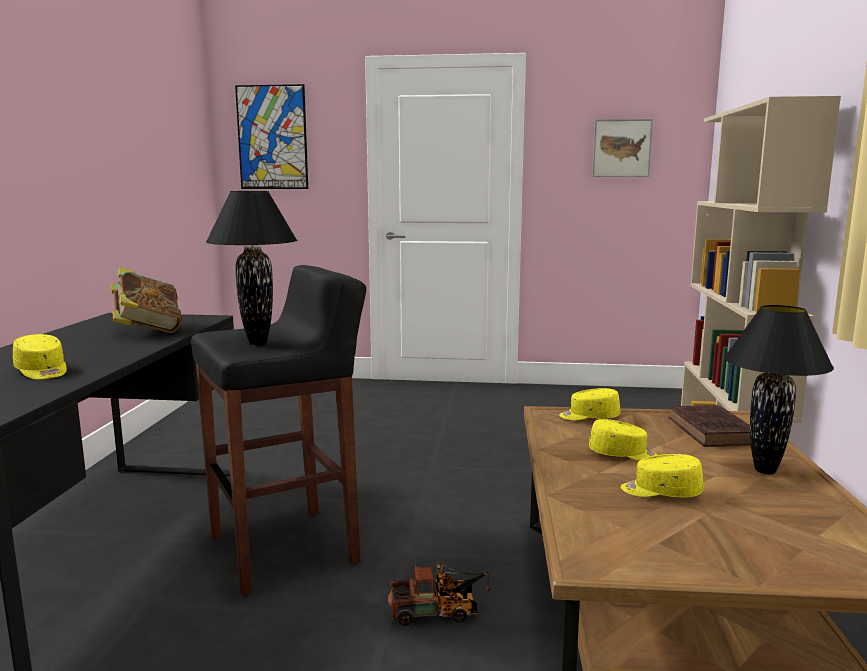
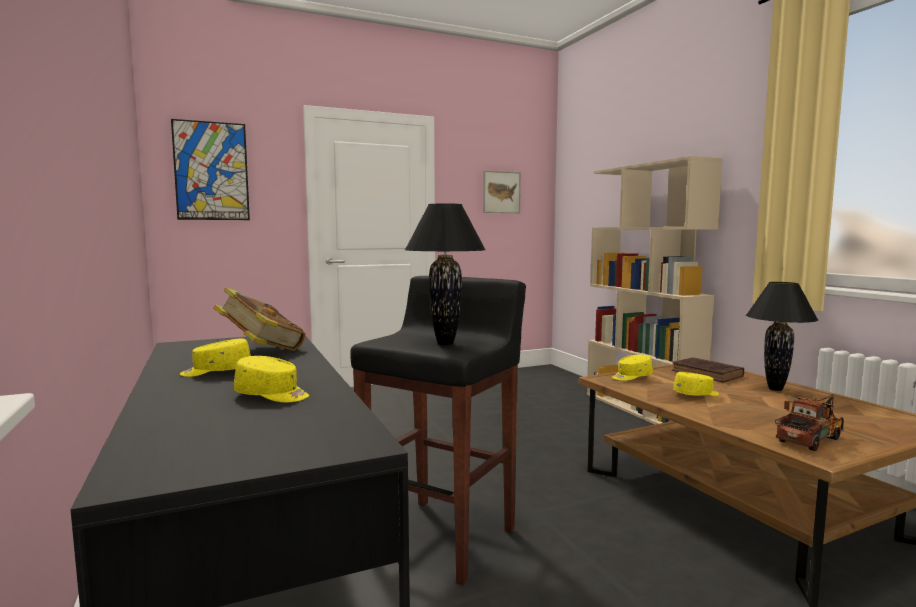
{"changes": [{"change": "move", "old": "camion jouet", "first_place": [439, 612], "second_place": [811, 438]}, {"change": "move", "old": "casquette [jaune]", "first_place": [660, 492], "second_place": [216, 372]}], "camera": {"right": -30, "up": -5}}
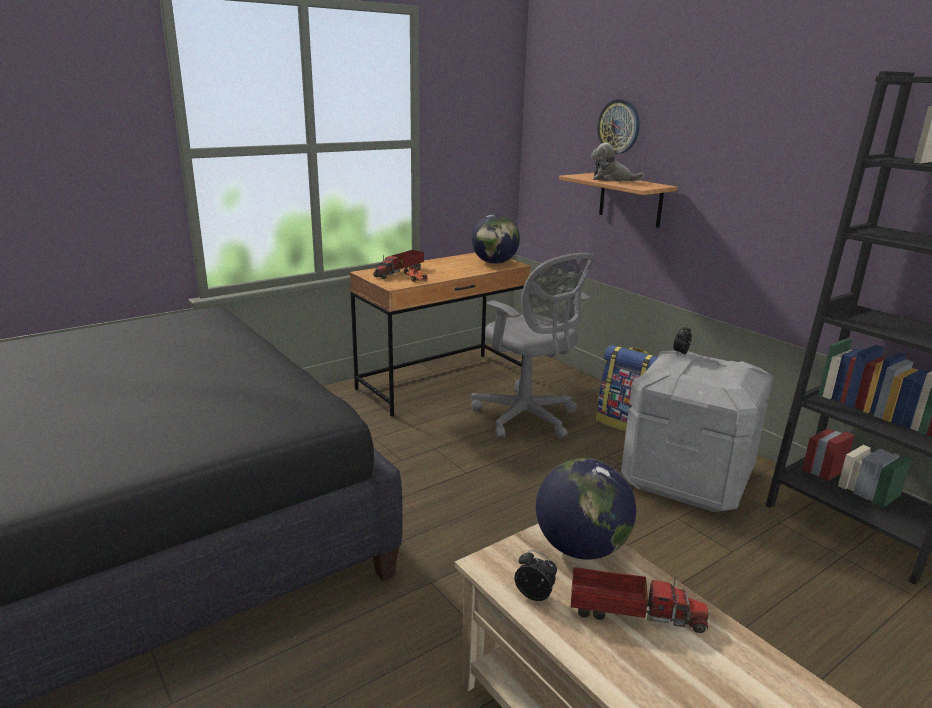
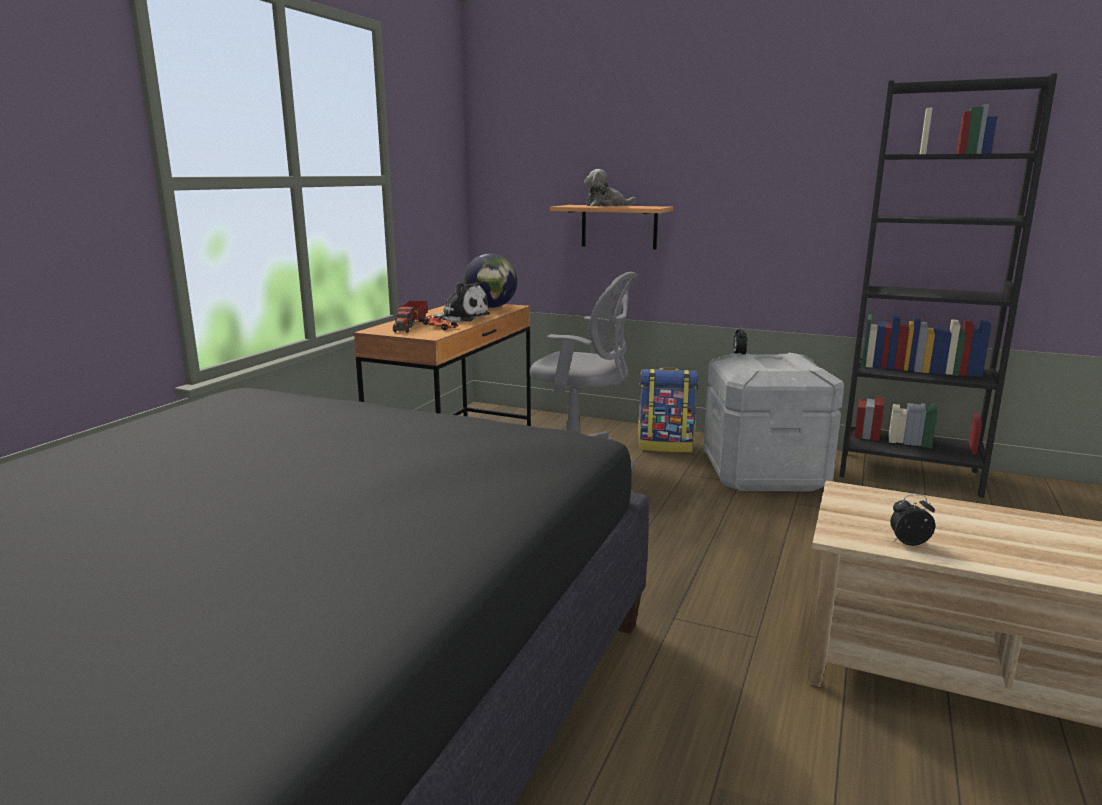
{"changes": [{"change": "delete", "old": "globe", "first_place": [581, 548]}, {"change": "delete", "old": "camion jouet", "first_place": [632, 613]}, {"change": "delete", "old": "horloge murale", "first_place": [619, 126]}, {"change": "insert", "new": "peluche", "second_place": [461, 317]}], "camera": {"right": -30, "up": -5}}
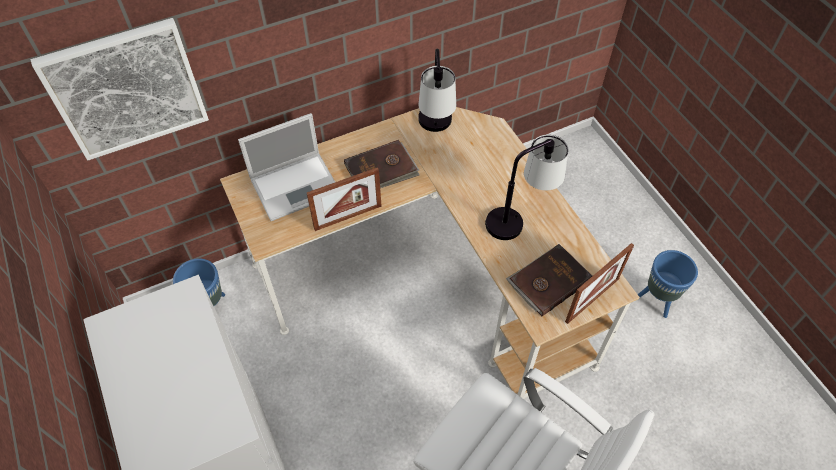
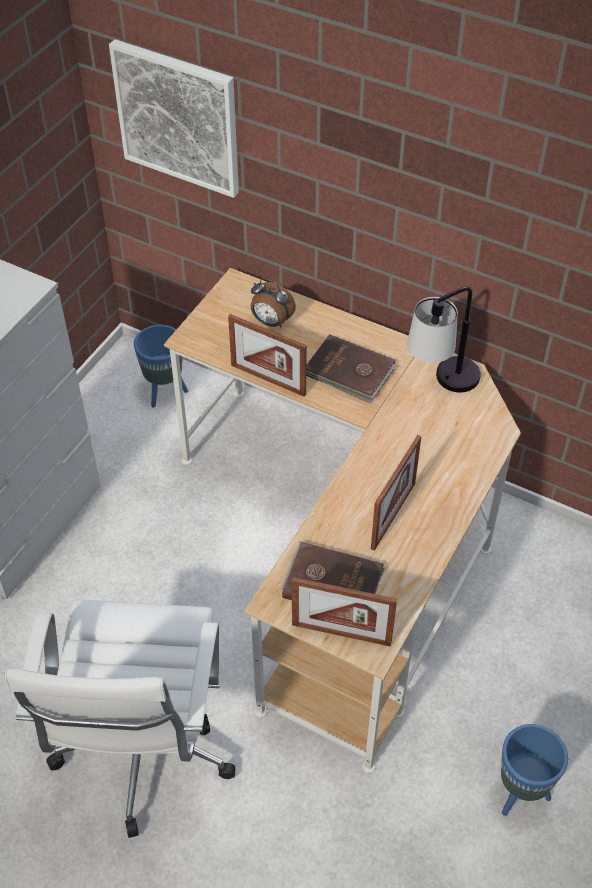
{"changes": [{"change": "replace", "old": "ordinateur portable", "new": "réveil", "first_place": [296, 185], "second_place": [271, 322]}, {"change": "replace", "old": "lampe de table", "new": "cadre photo", "first_place": [519, 218], "second_place": [393, 515]}], "camera": {"right": 55, "up": -5}}
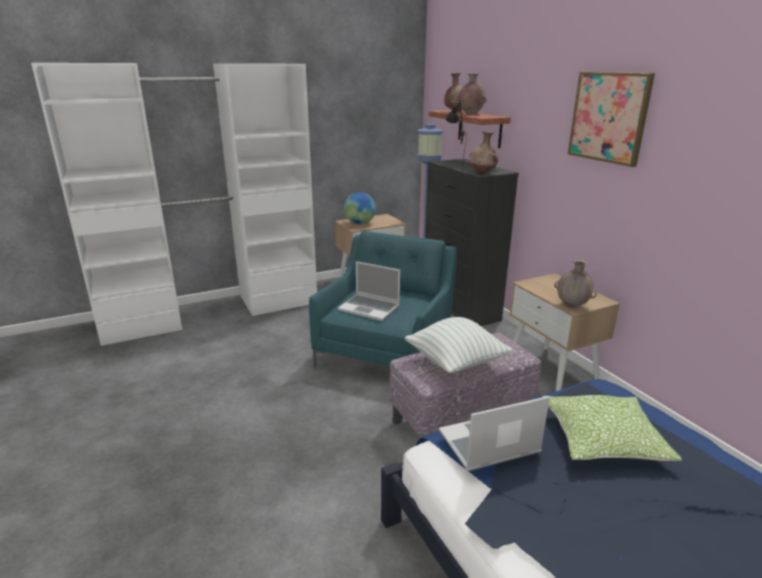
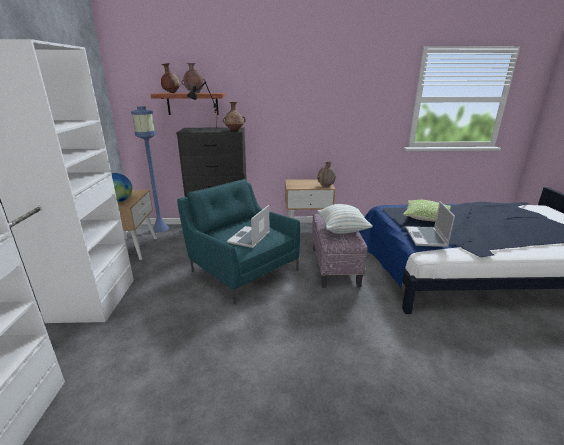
{"changes": [{"change": "rotate", "old": "ordinateur portable", "first_place": [370, 308], "second_place": [249, 238], "degrees": 150}, {"change": "delete", "old": "tableau", "first_place": [609, 117]}], "camera": {"right": -65, "up": 0}}
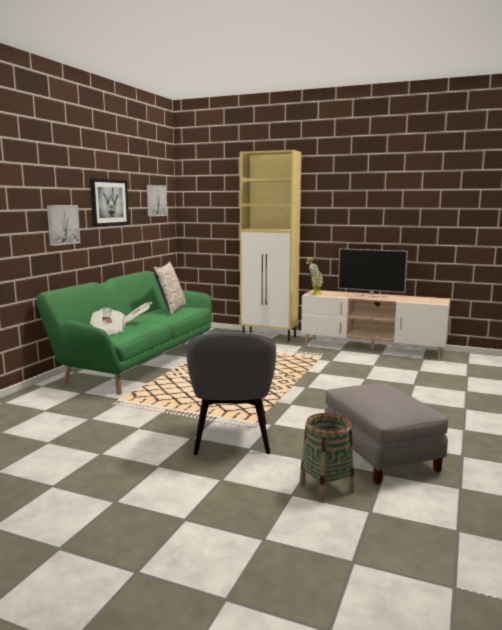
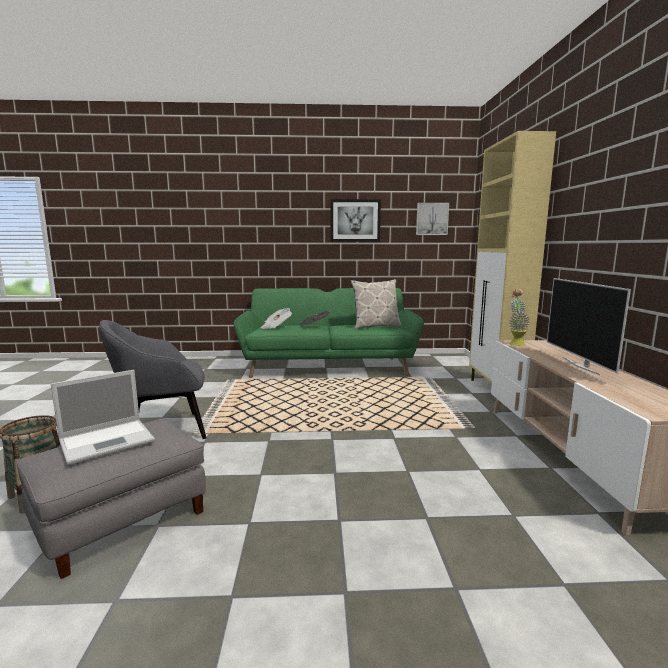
{"changes": [{"change": "delete", "old": "tableau", "first_place": [62, 224]}, {"change": "insert", "new": "ordinateur portable", "second_place": [109, 440]}], "camera": {"right": 65, "up": 0}}
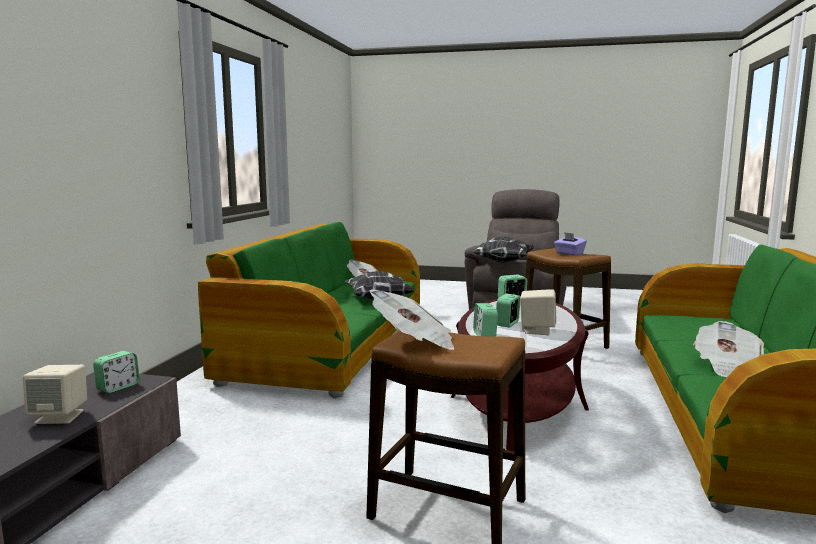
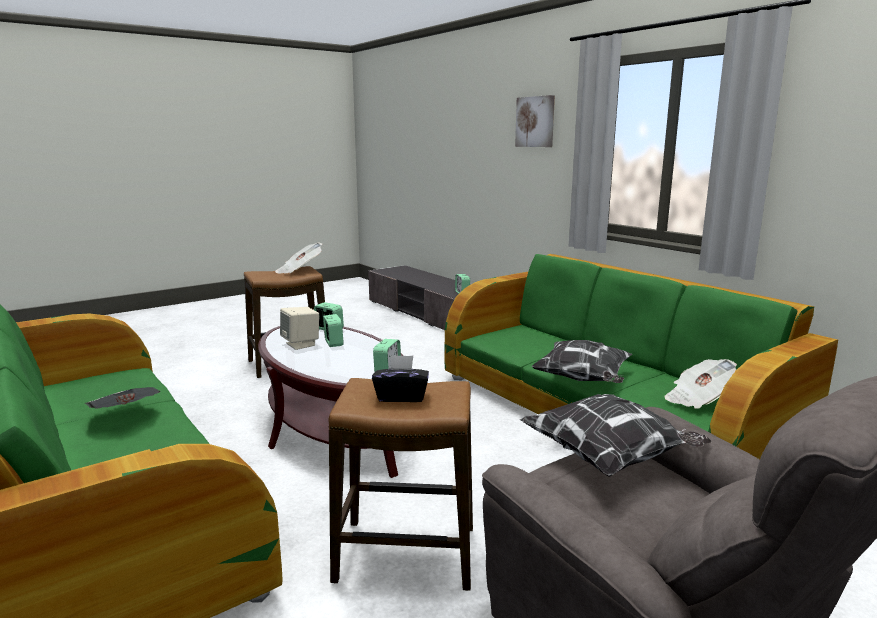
{"changes": [{"change": "delete", "old": "enceinte [beige]", "first_place": [60, 417]}, {"change": "recolor", "old": "boîte à mouchoirs [violet]", "new": "boîte à mouchoirs [noir]", "first_place": [569, 254], "second_place": [401, 396]}, {"change": "insert", "new": "tableau", "second_place": [535, 122]}], "camera": {"right": 130, "up": 5}}
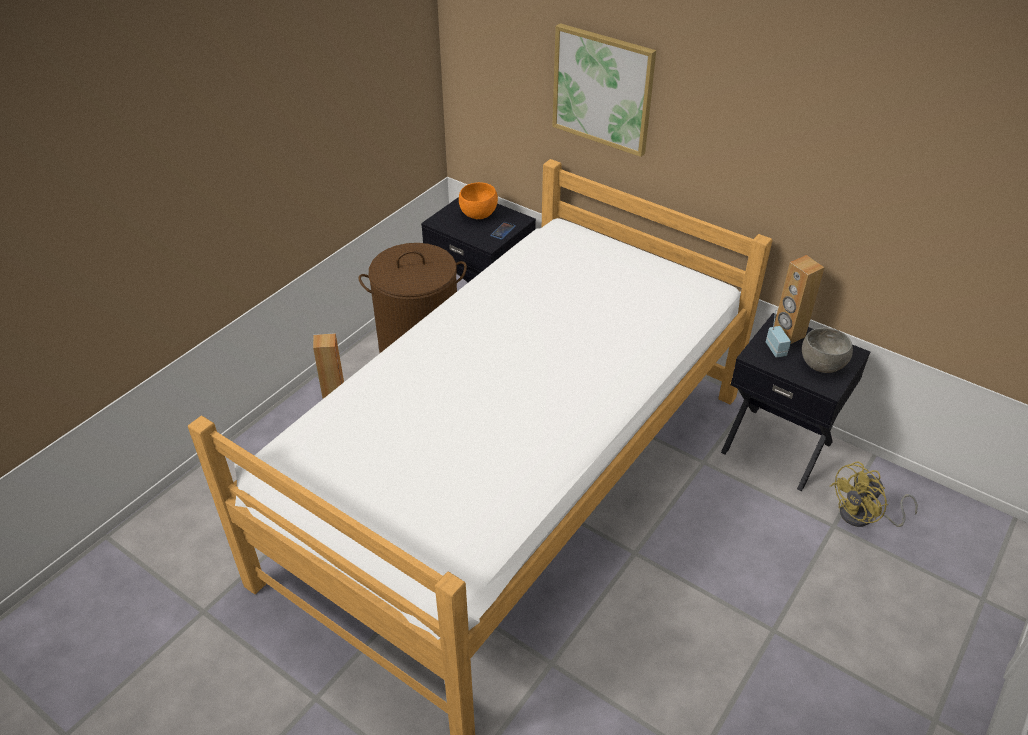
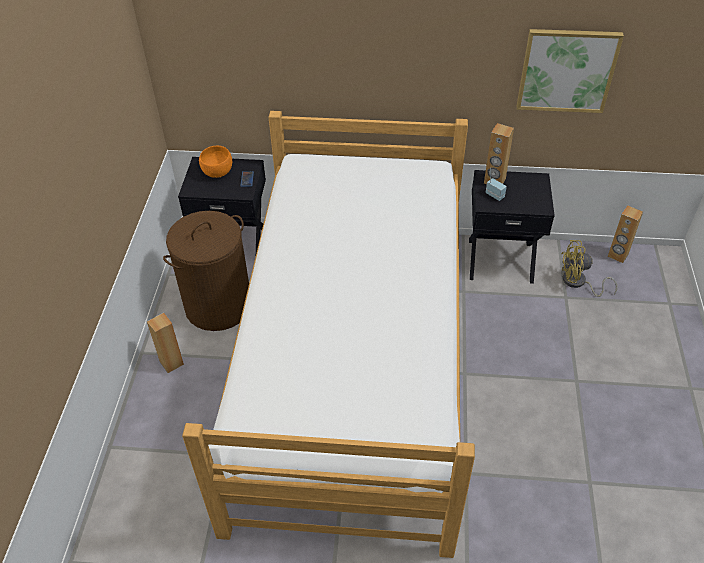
{"changes": [{"change": "move", "old": "tableau", "first_place": [603, 89], "second_place": [567, 70]}, {"change": "delete", "old": "bol [gris]", "first_place": [822, 365]}, {"change": "rotate", "old": "ventilateur [jaune]", "first_place": [864, 516], "second_place": [578, 283], "degrees": 60}, {"change": "insert", "new": "enceinte [marron]", "second_place": [617, 255]}], "camera": {"right": -30, "up": 5}}
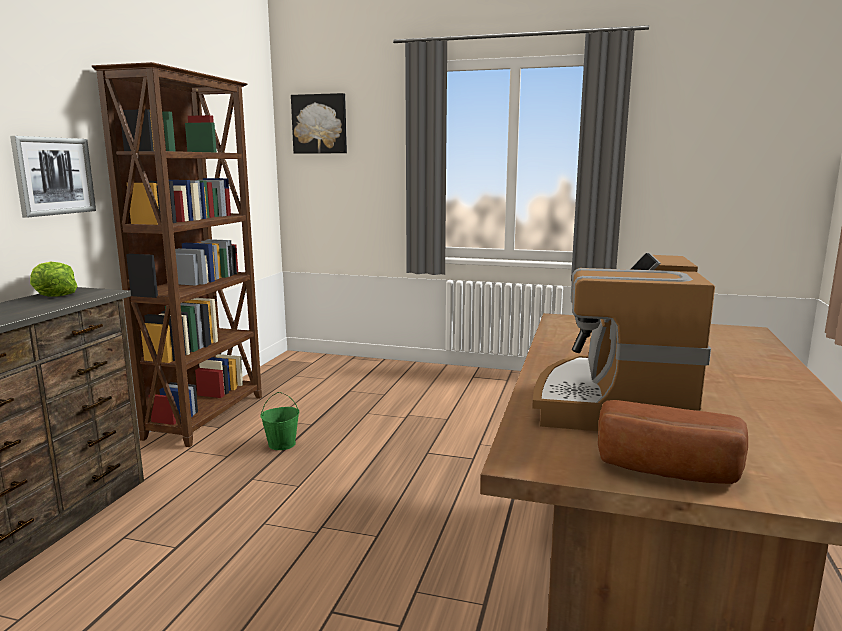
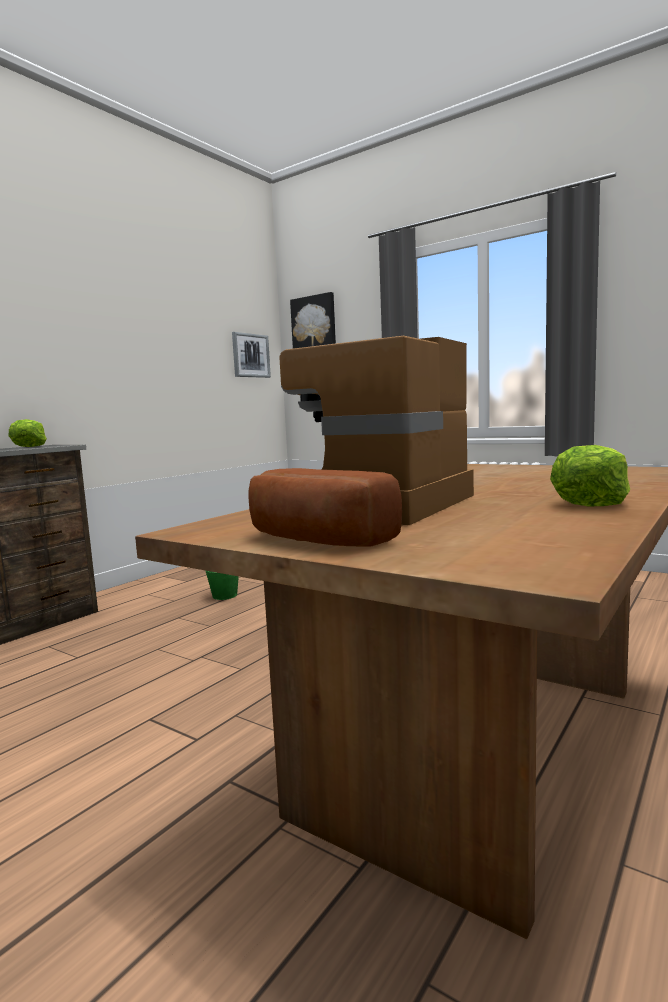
{"changes": [{"change": "move", "old": "tableau", "first_place": [54, 176], "second_place": [250, 355]}, {"change": "delete", "old": "bibliothèque [marron]", "first_place": [208, 416]}, {"change": "insert", "new": "laitue", "second_place": [591, 503]}], "camera": {"right": 20, "up": -5}}
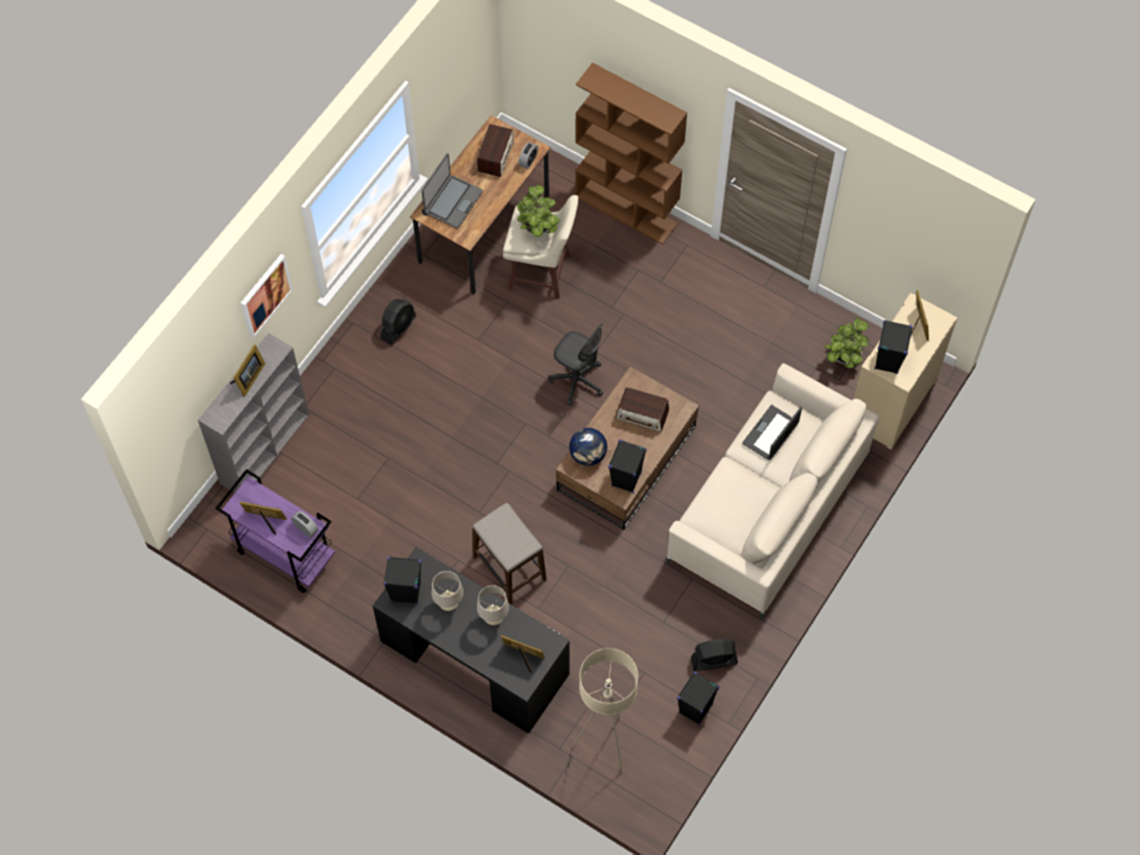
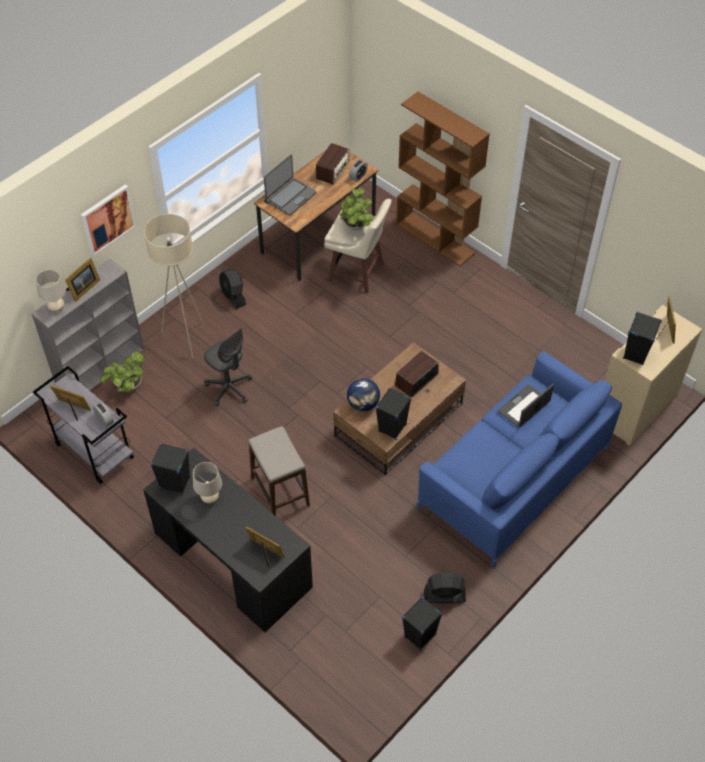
{"changes": [{"change": "recolor", "old": "chariot [violet]", "new": "chariot [gris]", "first_place": [284, 554], "second_place": [93, 451]}, {"change": "rotate", "old": "ventilateur [noir]", "first_place": [398, 327], "second_place": [233, 296], "degrees": 105}, {"change": "move", "old": "lampe de table [beige]", "first_place": [493, 618], "second_place": [56, 308]}, {"change": "move", "old": "chaise de bureau [gris]", "first_place": [577, 380], "second_place": [229, 388]}, {"change": "move", "old": "lampadaire [beige]", "first_place": [605, 745], "second_place": [186, 338]}, {"change": "rotate", "old": "radio", "first_place": [642, 414], "second_place": [416, 380], "degrees": 105}, {"change": "recolor", "old": "canapé [beige]", "new": "canapé [bleu]", "first_place": [768, 509], "second_place": [514, 477]}, {"change": "move", "old": "plante en pot", "first_place": [843, 358], "second_place": [127, 386]}], "camera": {"right": 10, "up": -10}}
